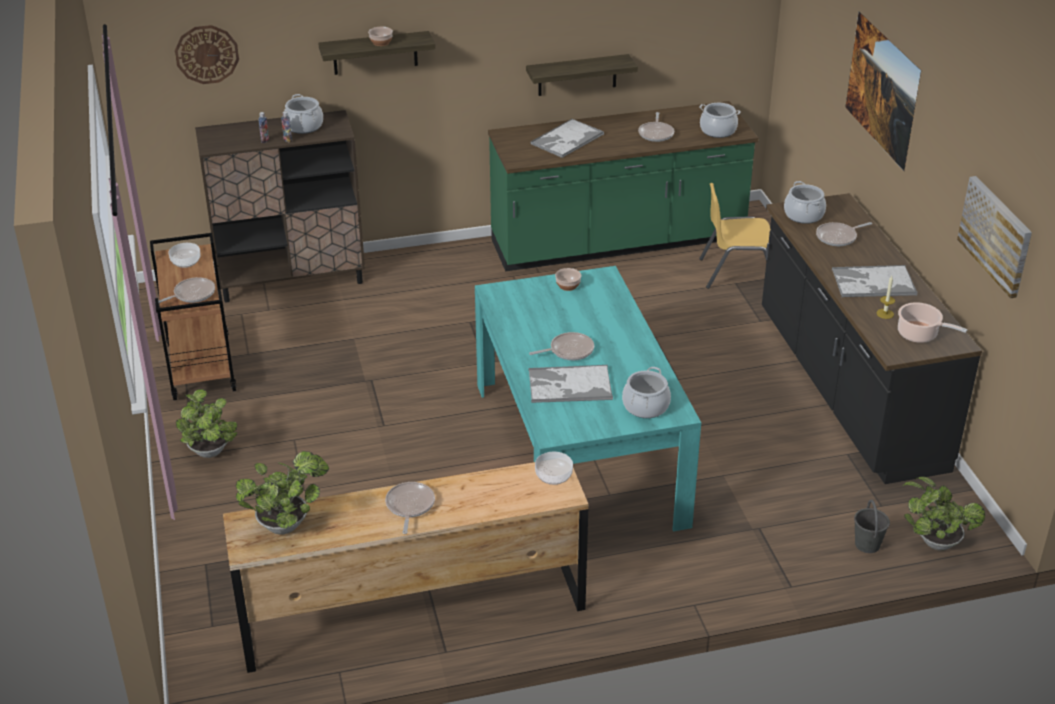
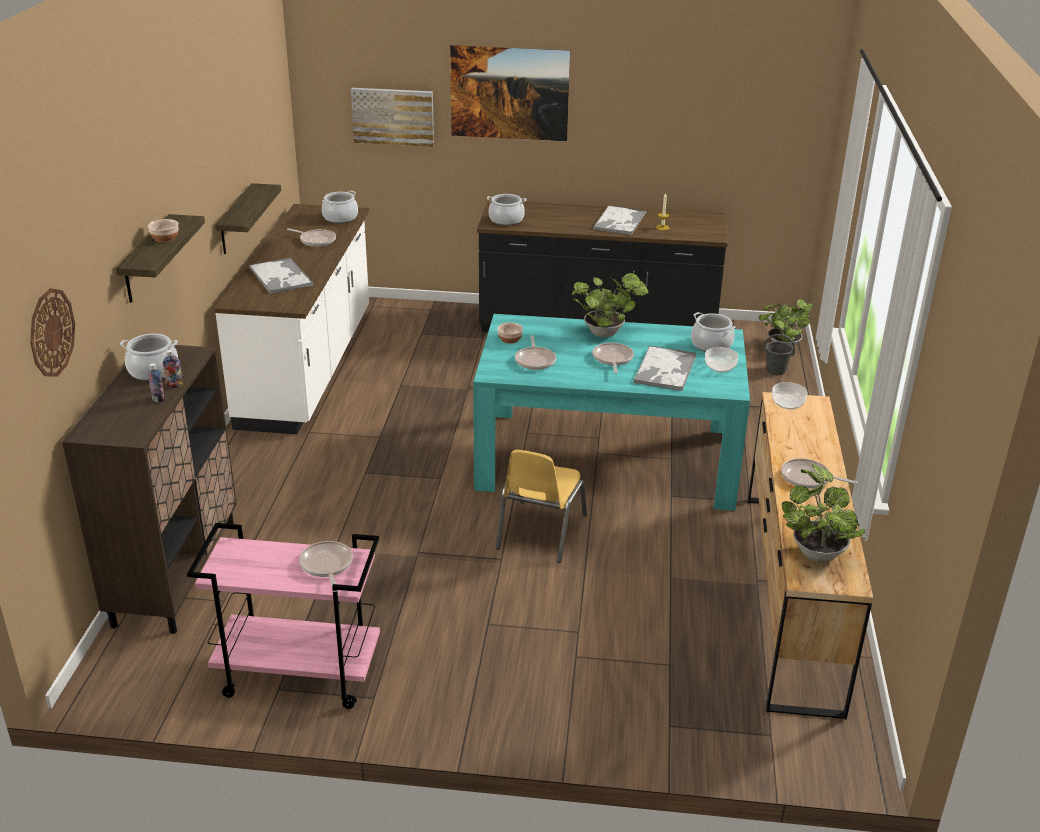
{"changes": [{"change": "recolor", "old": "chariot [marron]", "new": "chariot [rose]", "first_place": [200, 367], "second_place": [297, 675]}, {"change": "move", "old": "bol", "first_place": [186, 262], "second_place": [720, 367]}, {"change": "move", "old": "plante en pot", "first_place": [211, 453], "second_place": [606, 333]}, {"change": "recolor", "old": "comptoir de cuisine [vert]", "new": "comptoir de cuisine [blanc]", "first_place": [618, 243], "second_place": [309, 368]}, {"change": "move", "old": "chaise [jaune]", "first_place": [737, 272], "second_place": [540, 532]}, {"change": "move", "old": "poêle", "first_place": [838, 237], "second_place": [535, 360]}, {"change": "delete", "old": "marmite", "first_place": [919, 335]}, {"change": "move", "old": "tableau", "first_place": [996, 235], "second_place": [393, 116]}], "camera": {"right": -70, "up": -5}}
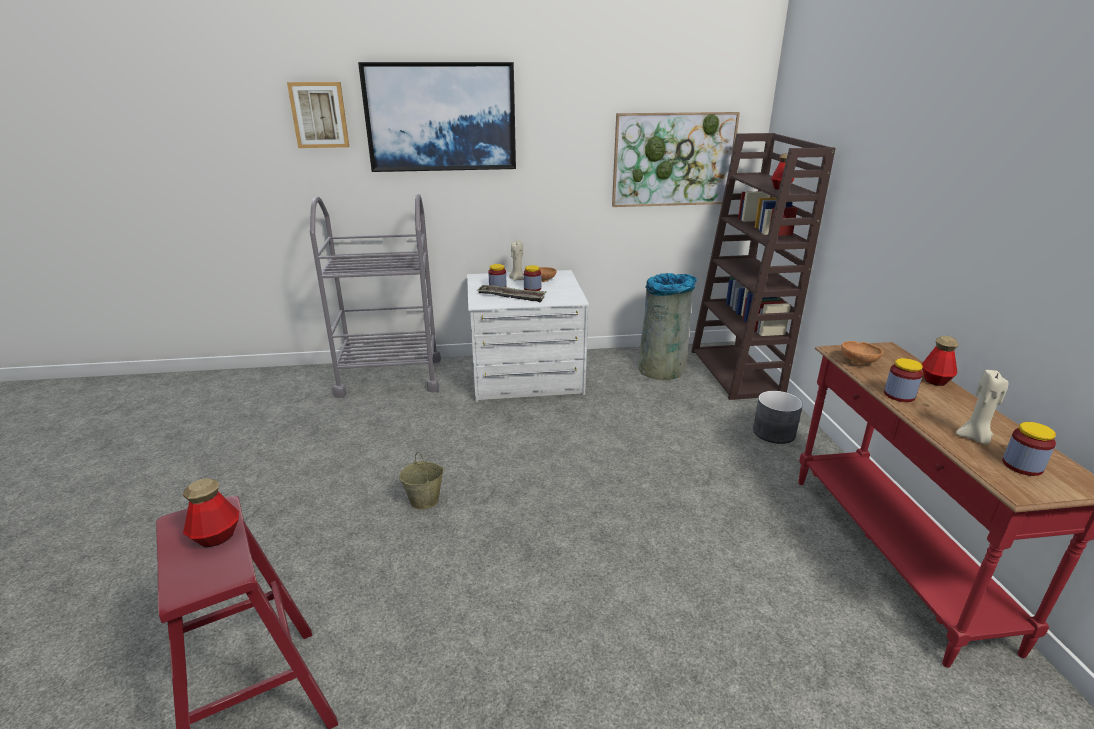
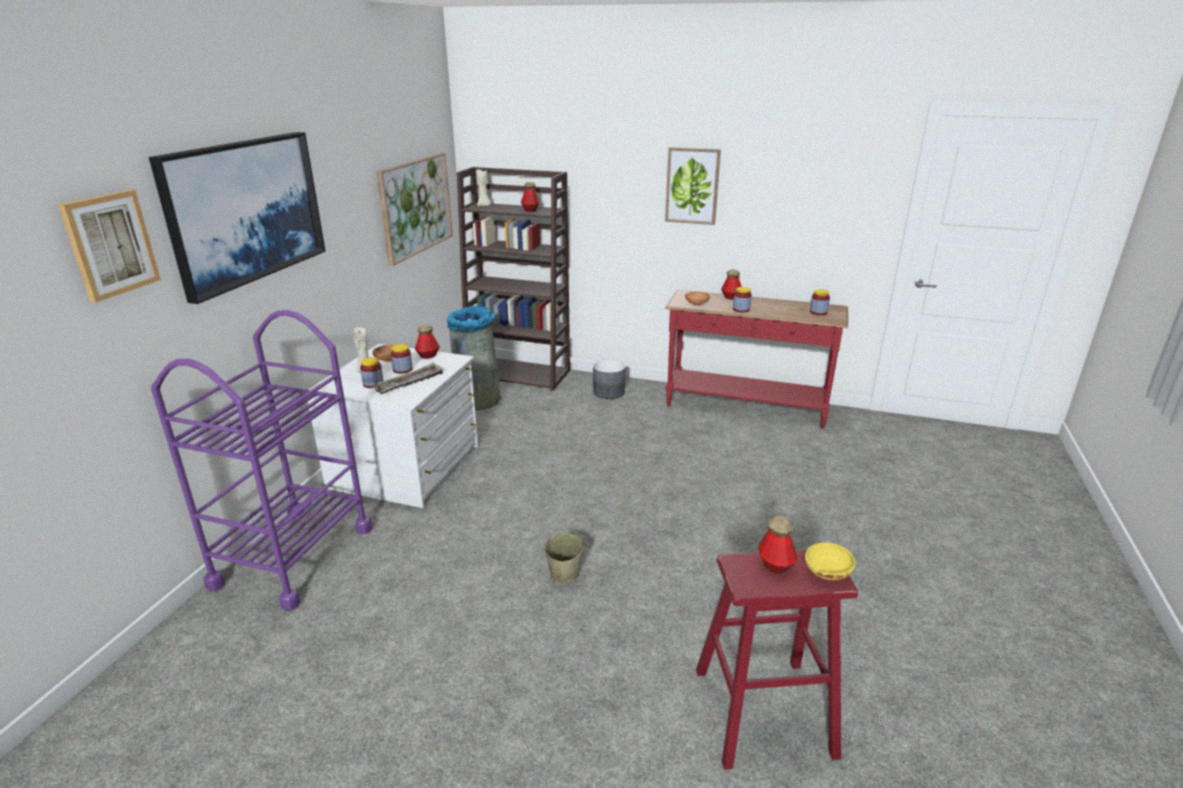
{"changes": [{"change": "recolor", "old": "chariot [gris]", "new": "chariot [violet]", "first_place": [390, 377], "second_place": [293, 556]}, {"change": "move", "old": "bougie [beige]", "first_place": [974, 438], "second_place": [484, 205]}, {"change": "insert", "new": "bouteille", "second_place": [428, 356]}, {"change": "insert", "new": "tableau", "second_place": [692, 186]}, {"change": "insert", "new": "bol [jaune]", "second_place": [826, 573]}], "camera": {"right": -65, "up": 0}}
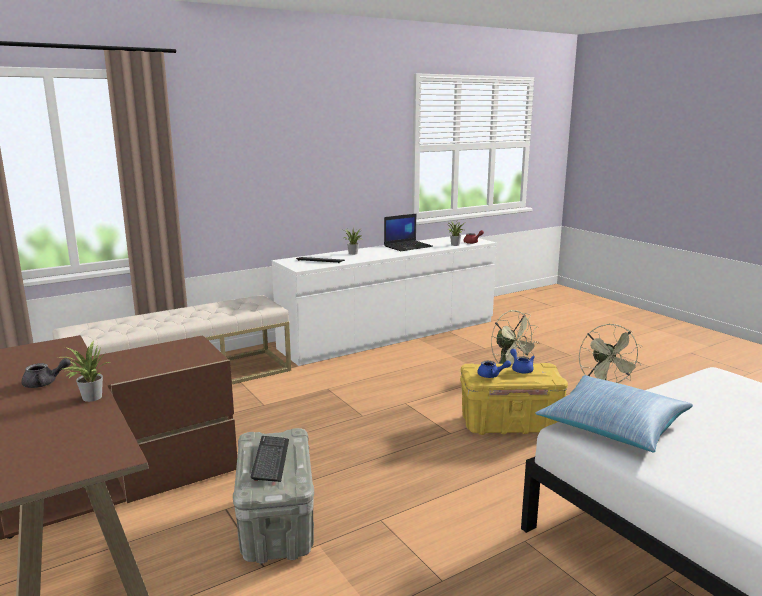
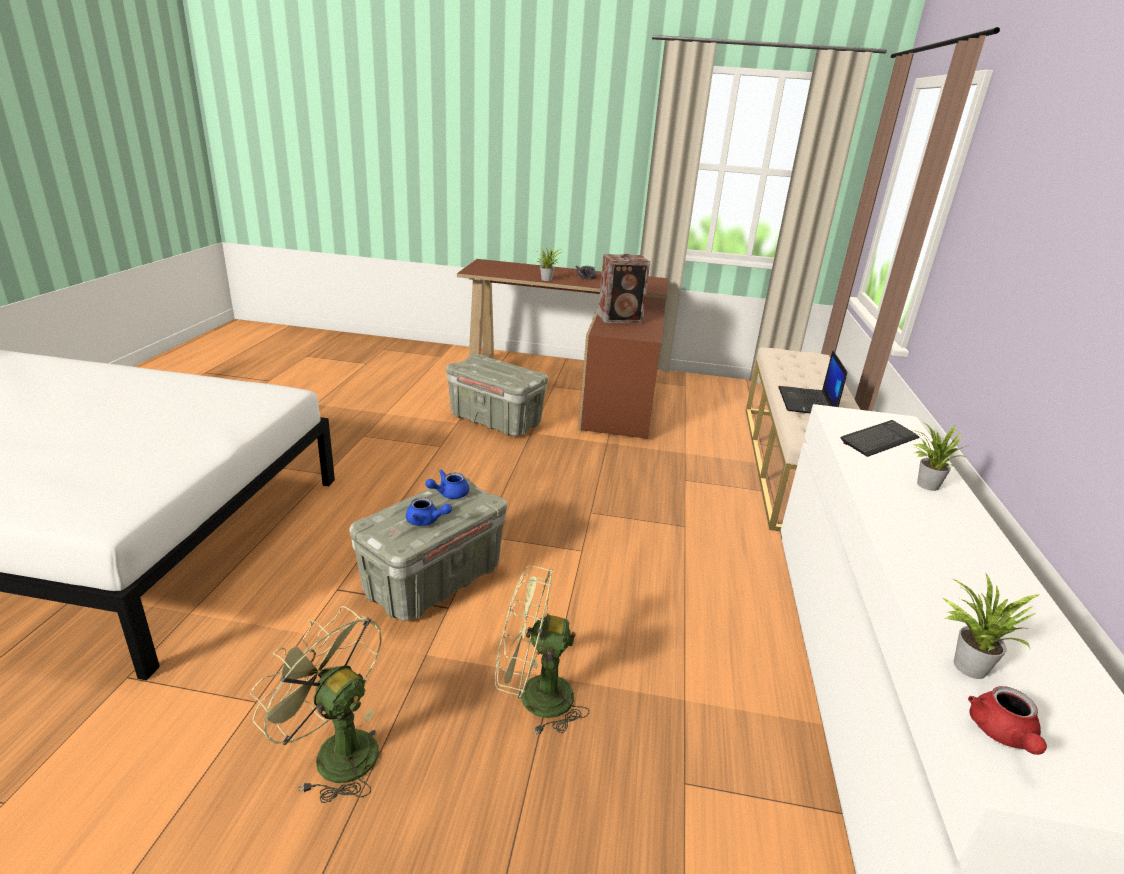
{"changes": [{"change": "delete", "old": "clavier", "first_place": [271, 460]}, {"change": "move", "old": "ordinateur portable", "first_place": [408, 246], "second_place": [807, 402]}, {"change": "recolor", "old": "boîte de rangement [jaune]", "new": "boîte de rangement [gris]", "first_place": [510, 424], "second_place": [433, 581]}, {"change": "delete", "old": "coussin", "first_place": [613, 424]}, {"change": "insert", "new": "enceinte", "second_place": [621, 318]}], "camera": {"right": 130, "up": 10}}
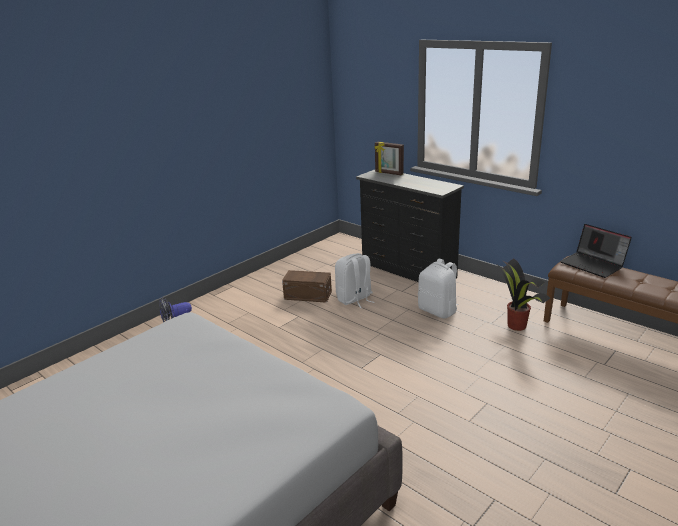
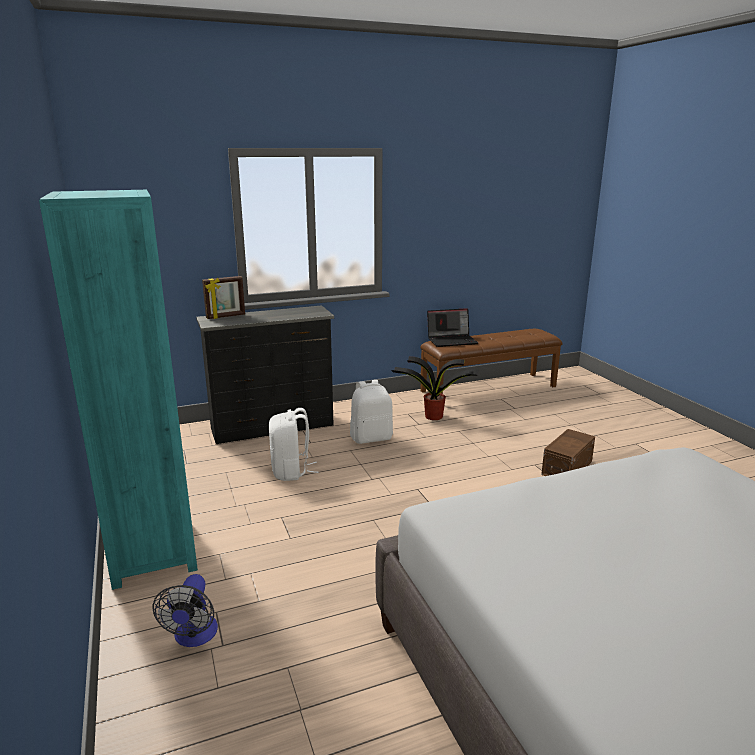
{"changes": [{"change": "move", "old": "boîte de rangement [marron]", "first_place": [308, 296], "second_place": [568, 468]}, {"change": "insert", "new": "bibliothèque [turquoise]", "second_place": [153, 552]}], "camera": {"right": -65, "up": -5}}
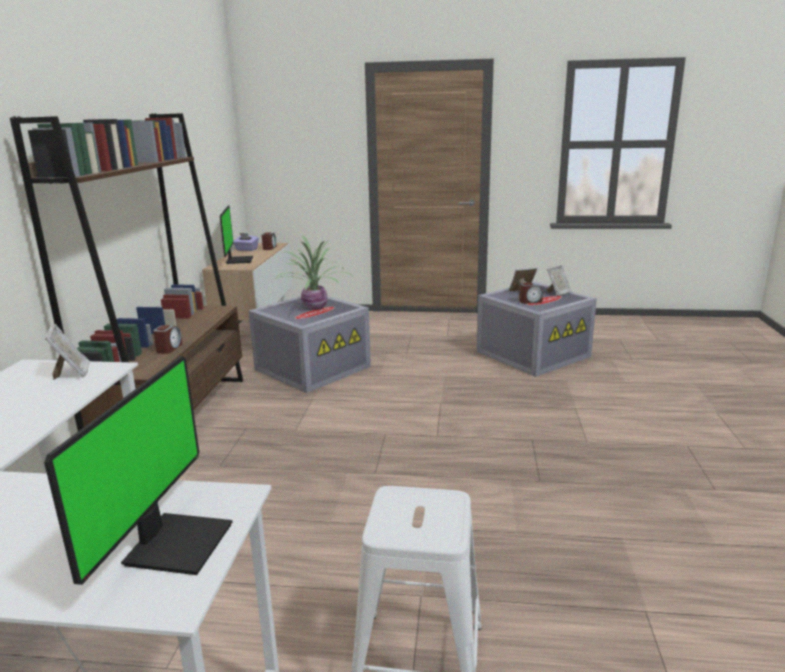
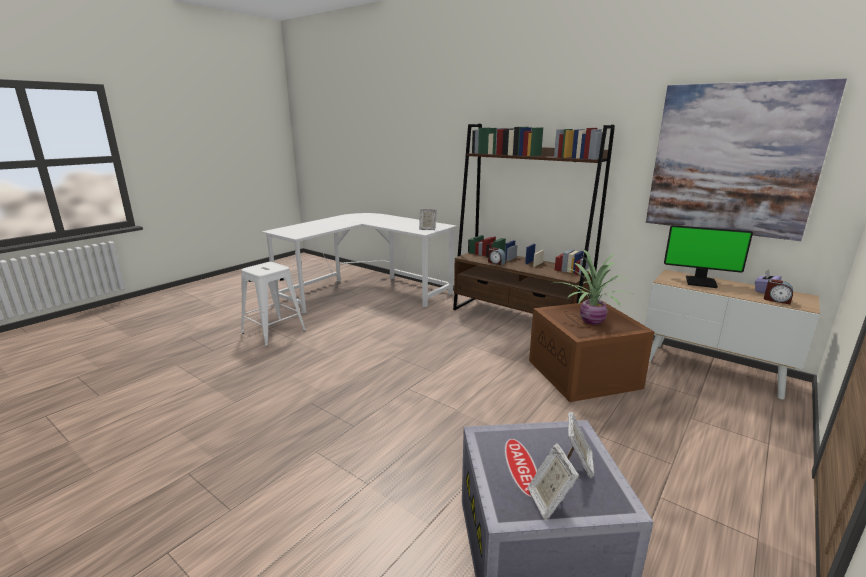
{"changes": [{"change": "delete", "old": "écran d'ordinateur", "first_place": [175, 543]}, {"change": "recolor", "old": "boîte de rangement [gris]", "new": "boîte de rangement [marron]", "first_place": [313, 367], "second_place": [585, 374]}, {"change": "delete", "old": "réveil", "first_place": [530, 301]}, {"change": "insert", "new": "tableau", "second_place": [732, 160]}], "camera": {"right": 120, "up": 0}}
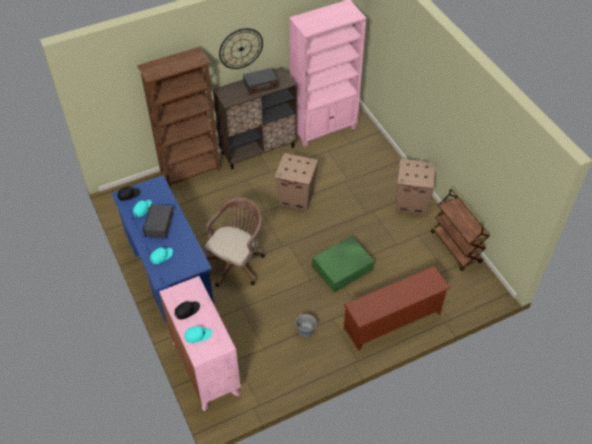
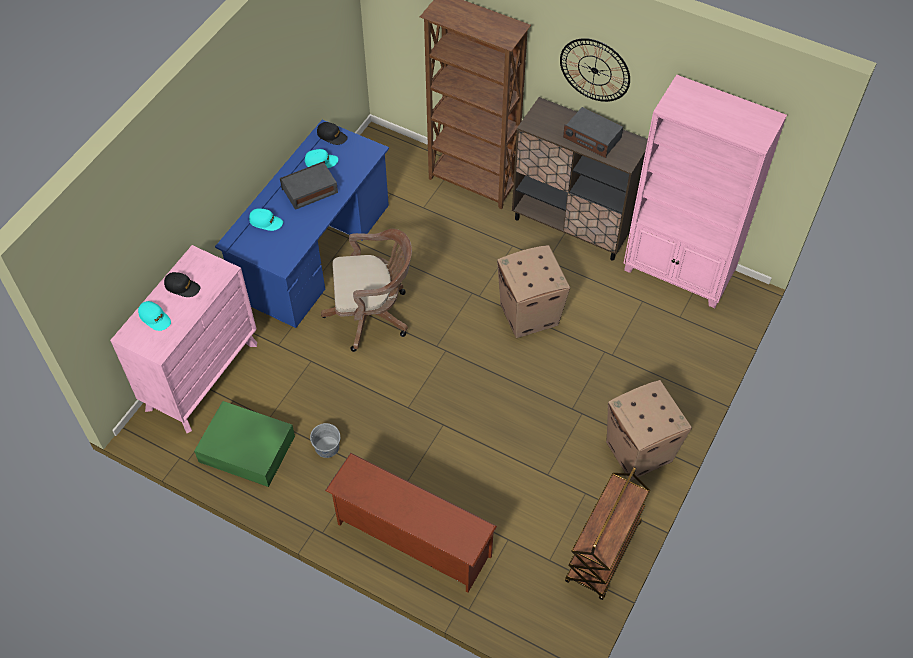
{"changes": [{"change": "move", "old": "boîte de rangement [vert]", "first_place": [343, 267], "second_place": [248, 450]}], "camera": {"right": 55, "up": 5}}
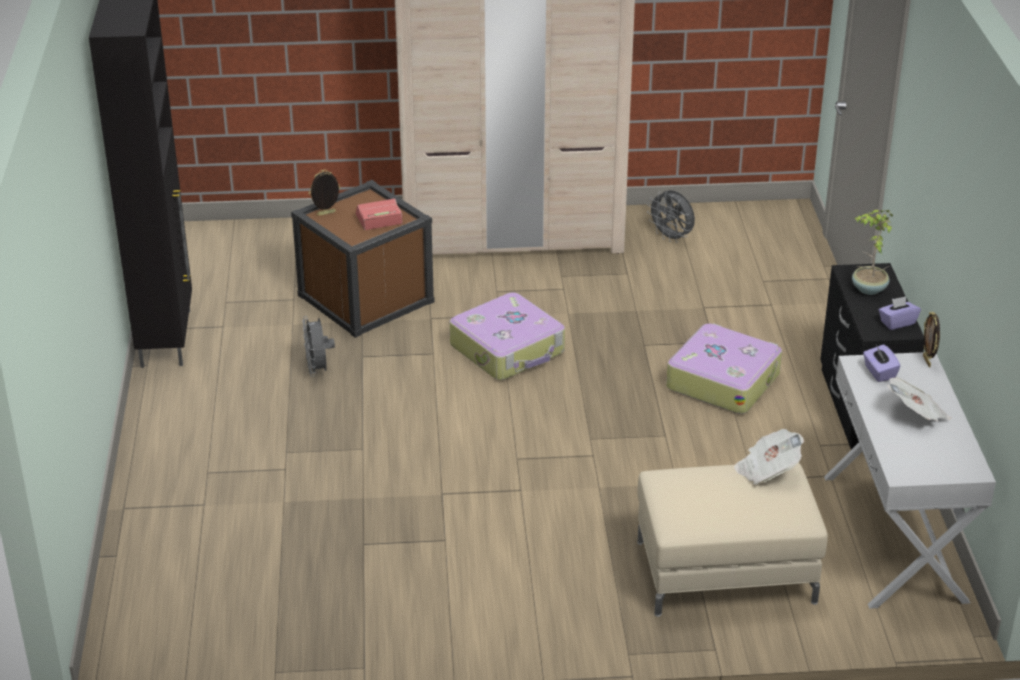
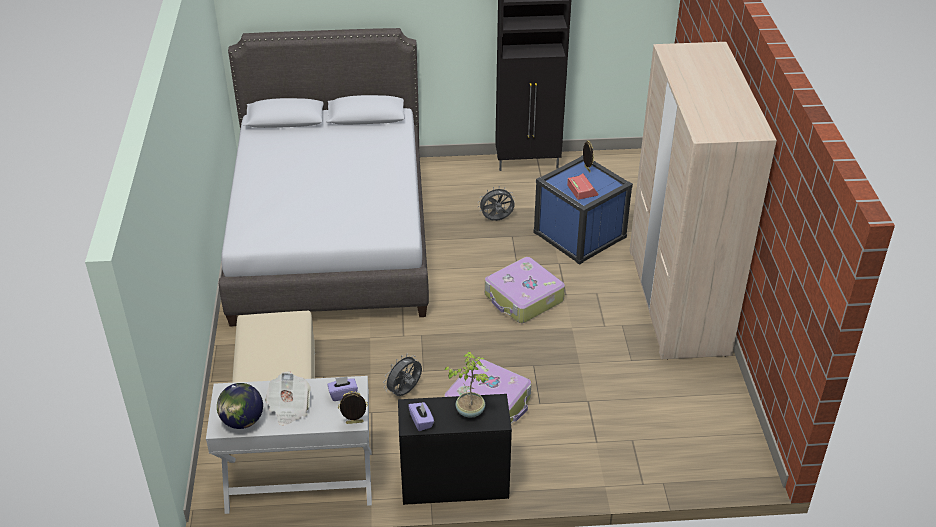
{"changes": [{"change": "recolor", "old": "boîte de rangement [marron]", "new": "boîte de rangement [bleu]", "first_place": [365, 299], "second_place": [579, 235]}, {"change": "move", "old": "ventilateur [gris]", "first_place": [671, 237], "second_place": [405, 392]}, {"change": "delete", "old": "journal", "first_place": [767, 470]}, {"change": "insert", "new": "globe", "second_place": [243, 421]}, {"change": "insert", "new": "lit [gris]", "second_place": [330, 235]}], "camera": {"right": 90, "up": 5}}
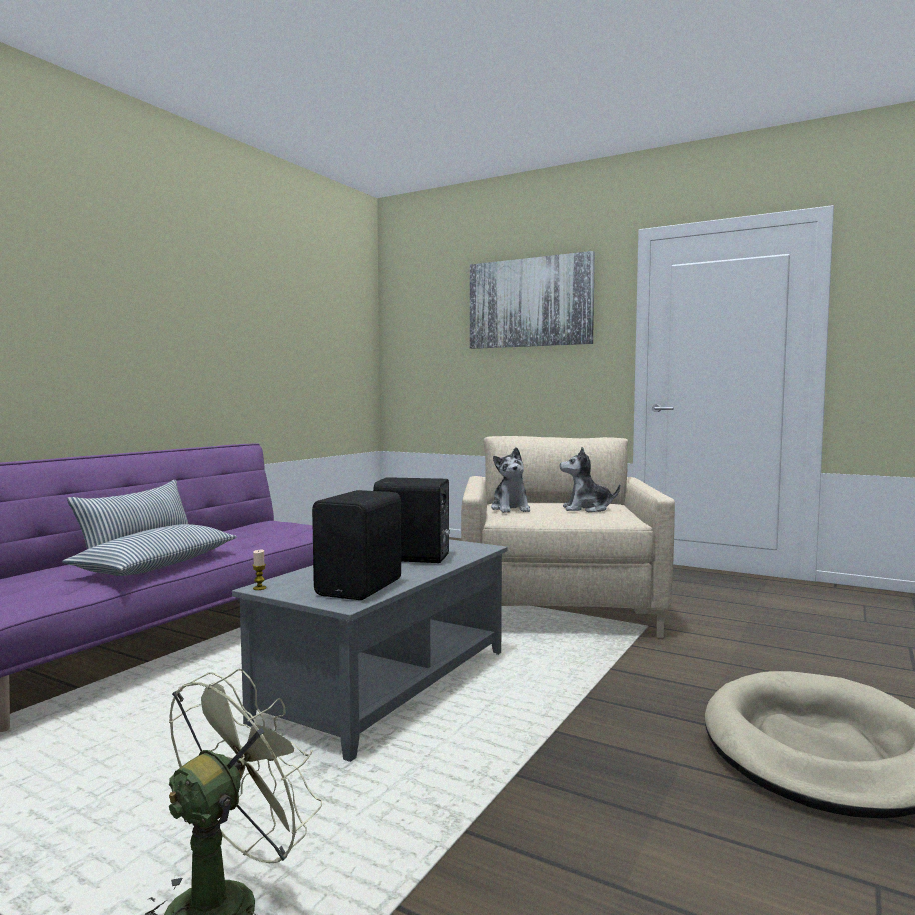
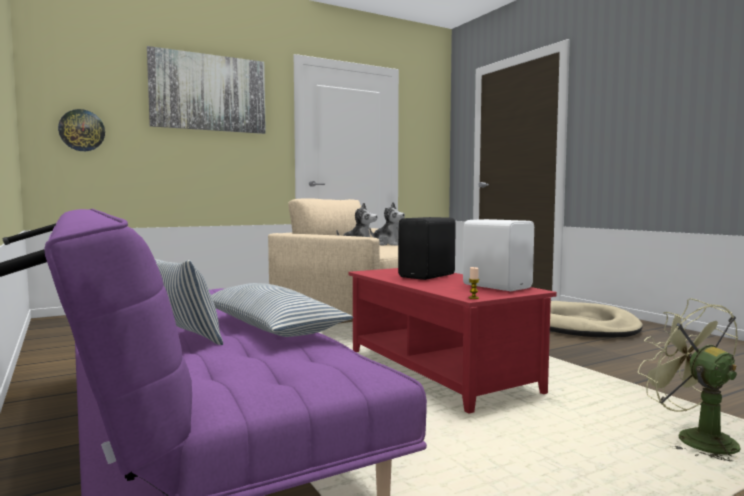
{"changes": [{"change": "recolor", "old": "table basse [gris]", "new": "table basse [rouge]", "first_place": [386, 685], "second_place": [436, 371]}, {"change": "recolor", "old": "enceinte [noir]", "new": "enceinte [blanc]", "first_place": [362, 588], "second_place": [497, 286]}, {"change": "rotate", "old": "peluche", "first_place": [587, 509], "second_place": [388, 244], "degrees": -90}, {"change": "insert", "new": "horloge murale", "second_place": [82, 130]}], "camera": {"right": -60, "up": 0}}
